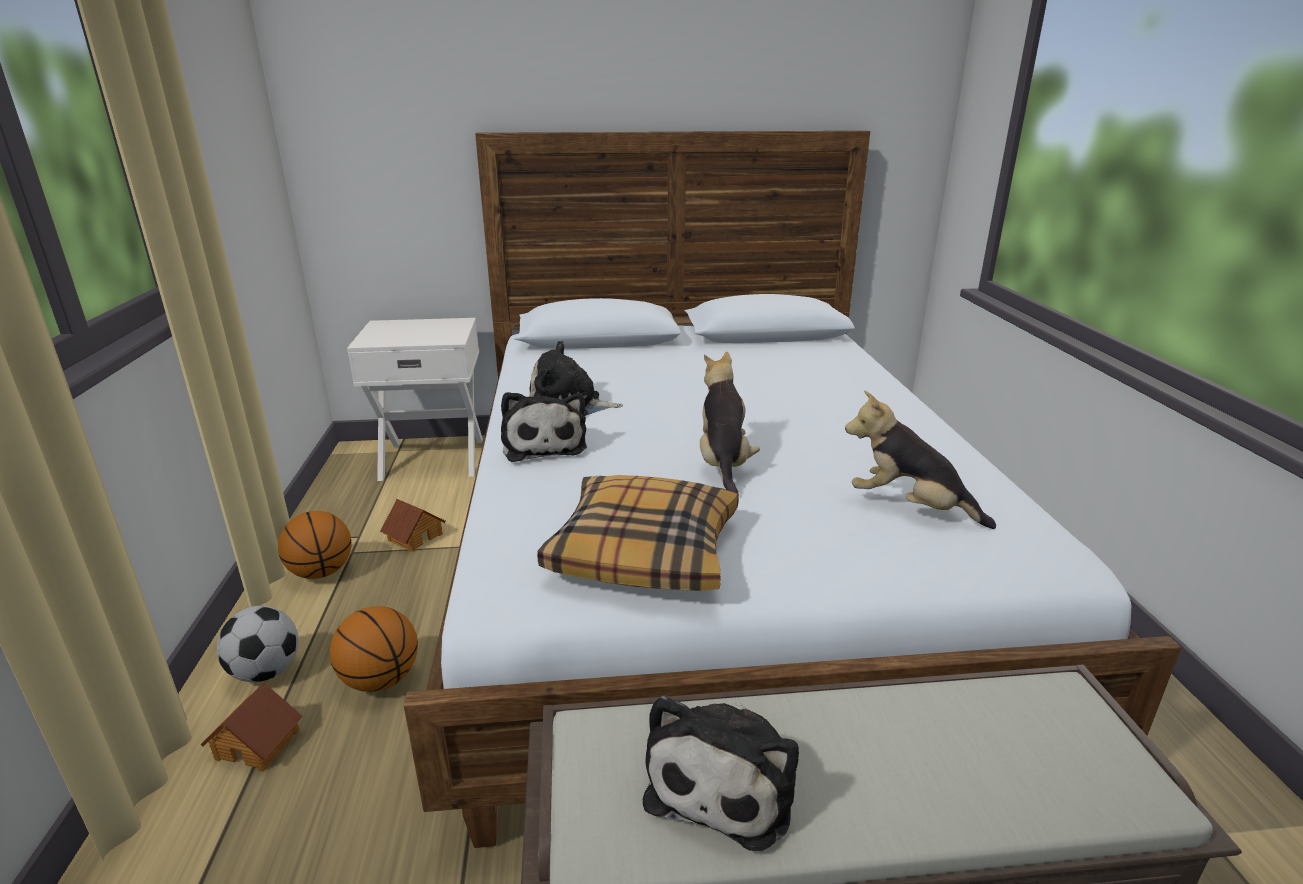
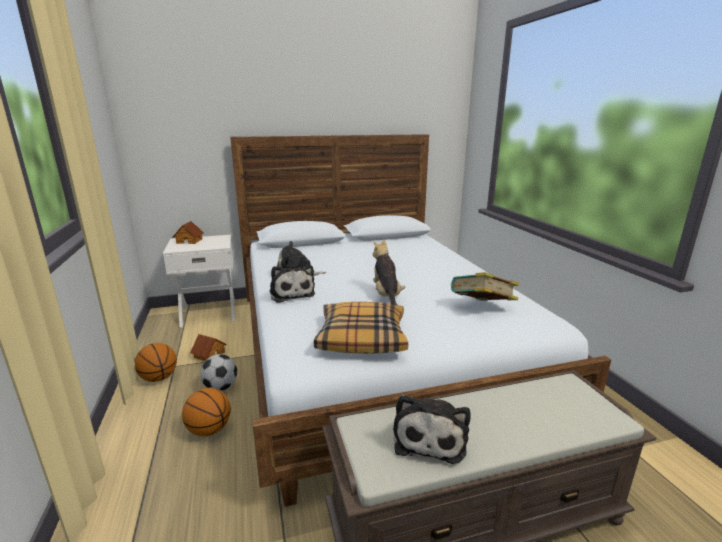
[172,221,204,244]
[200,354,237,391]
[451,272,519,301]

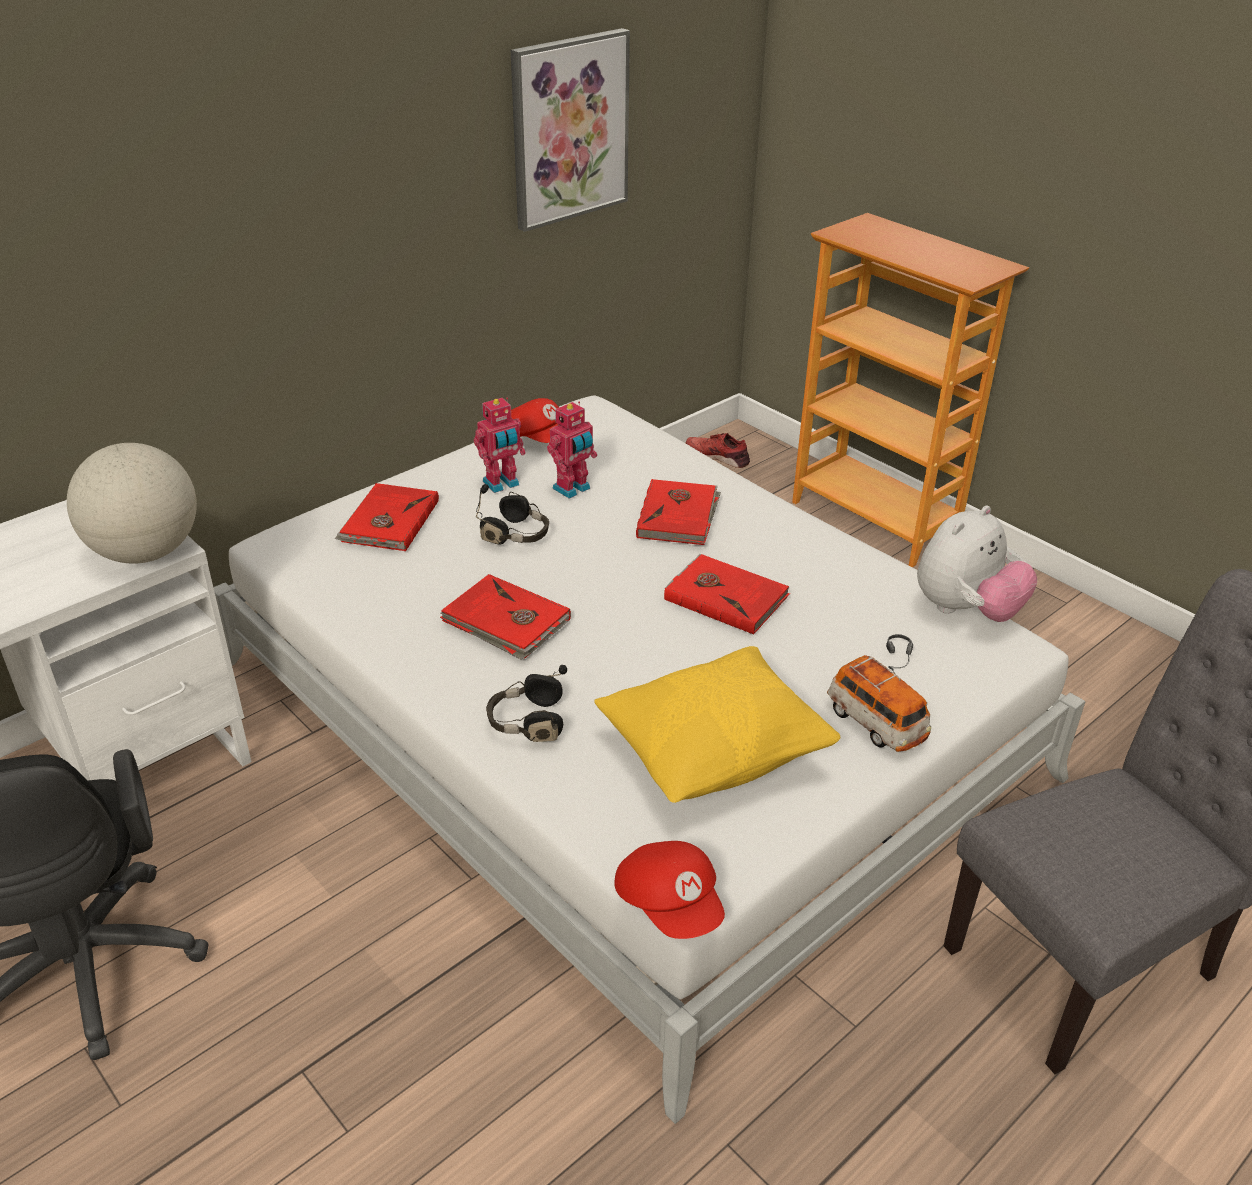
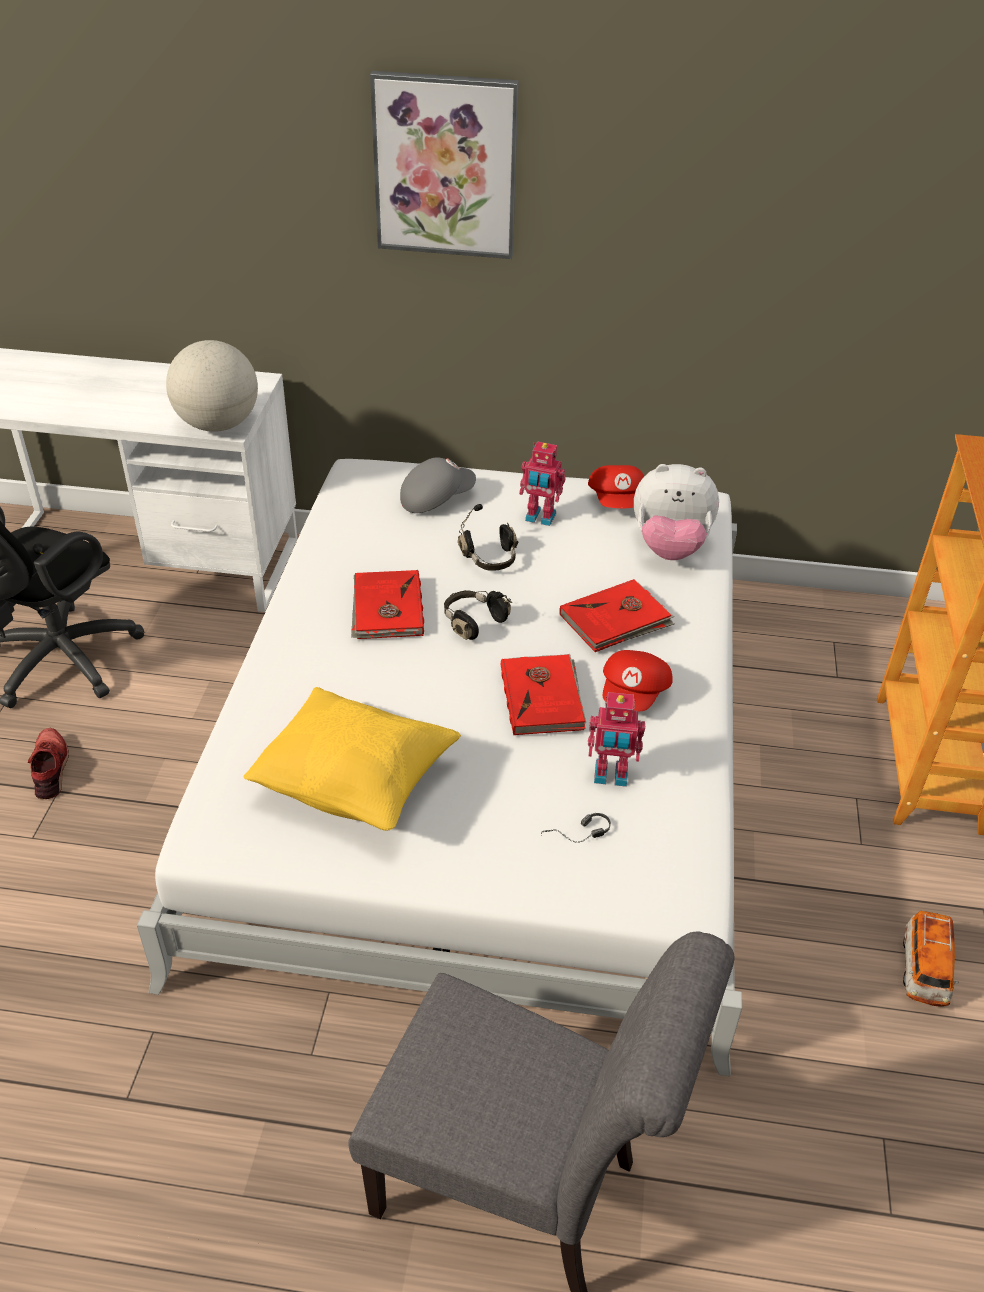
[400,457,476,513]
[444,590,512,640]
[370,71,519,259]
[588,692,645,787]
[603,650,673,711]
[28,728,69,799]
[903,911,958,1007]
[634,464,719,560]

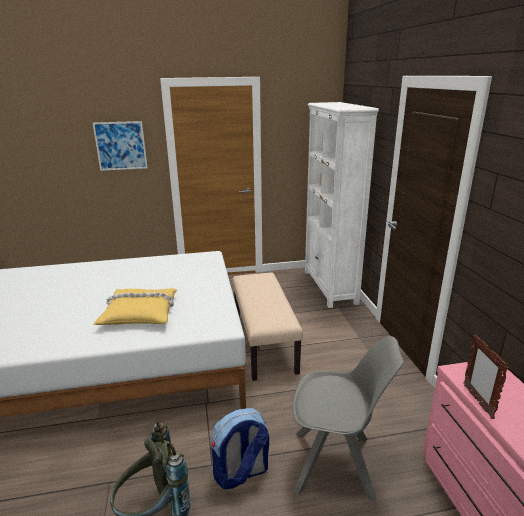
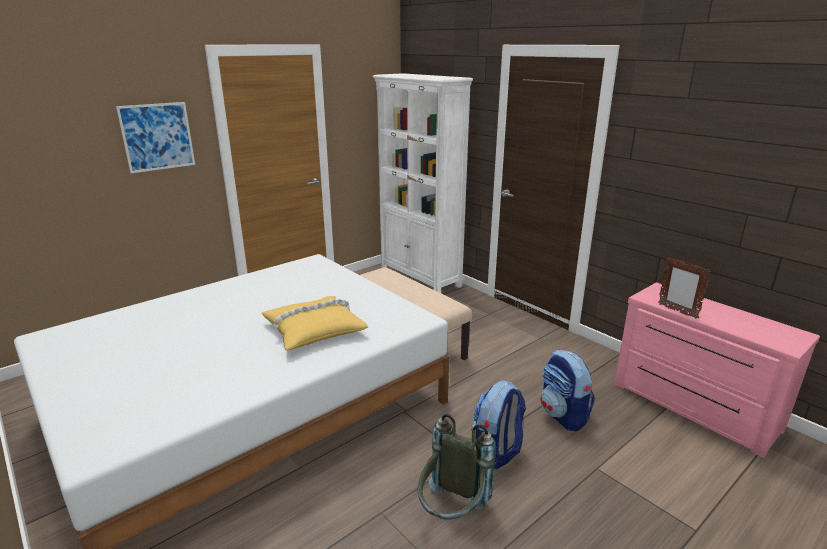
[540,350,595,431]

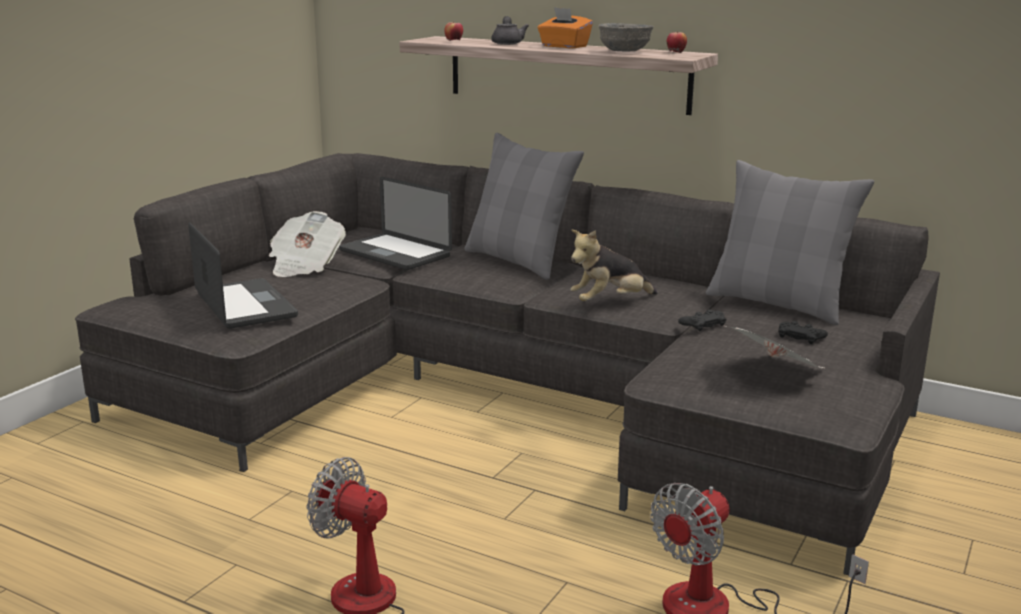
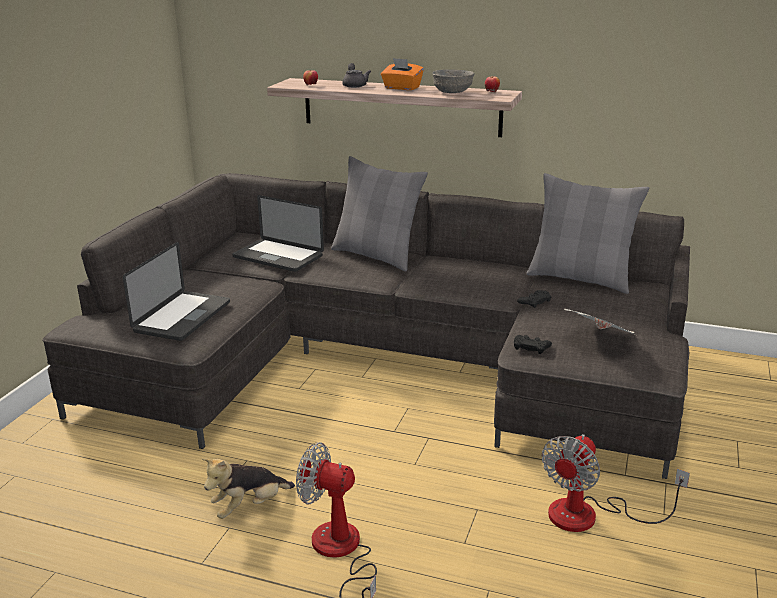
[123,242,230,341]
[269,211,346,277] (first image)
[202,458,295,519]
[514,335,552,354]

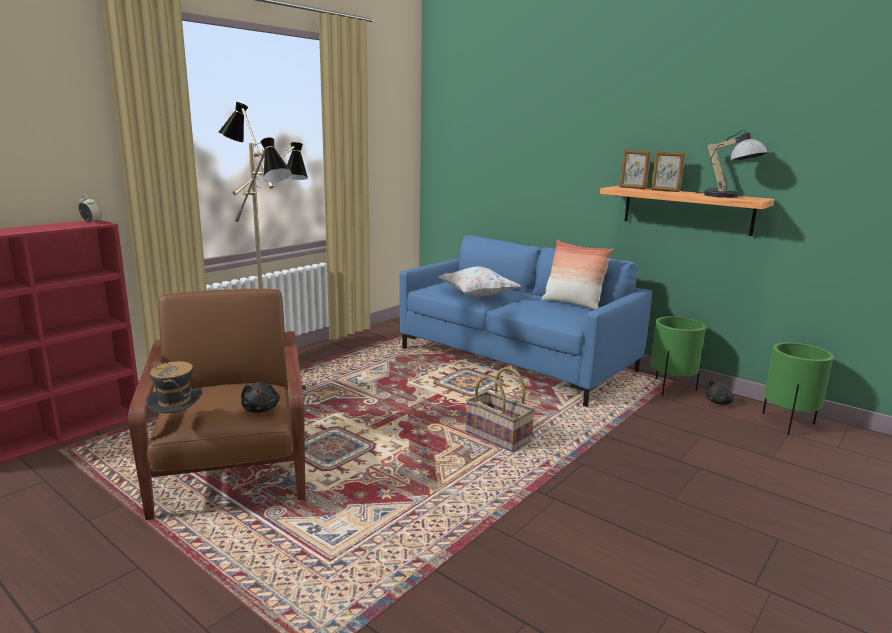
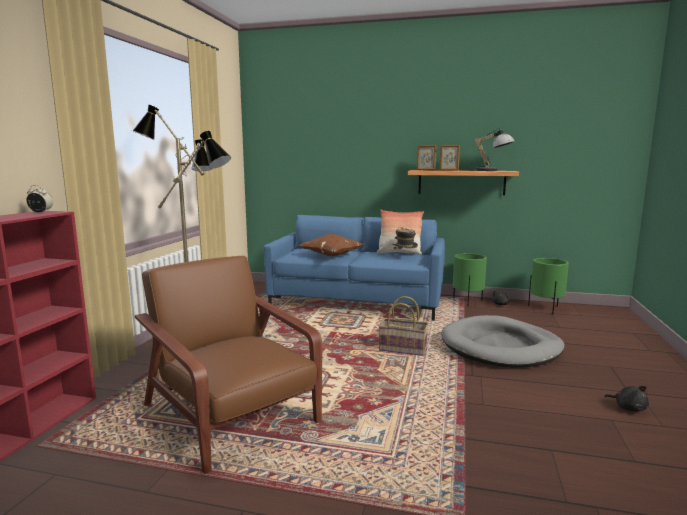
[392,227,418,250]
[604,386,649,412]
[299,234,365,257]
[441,315,565,368]

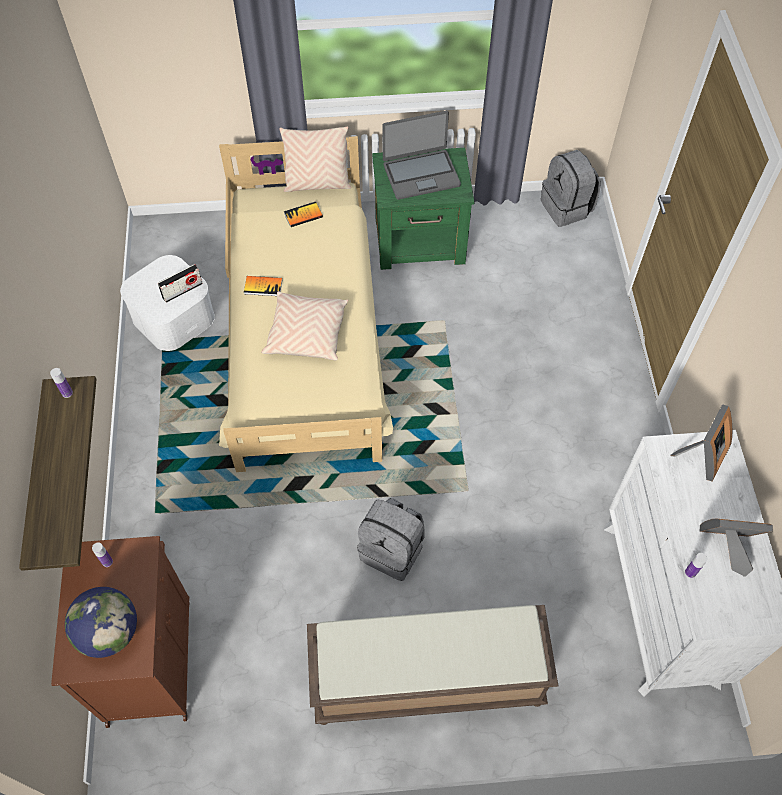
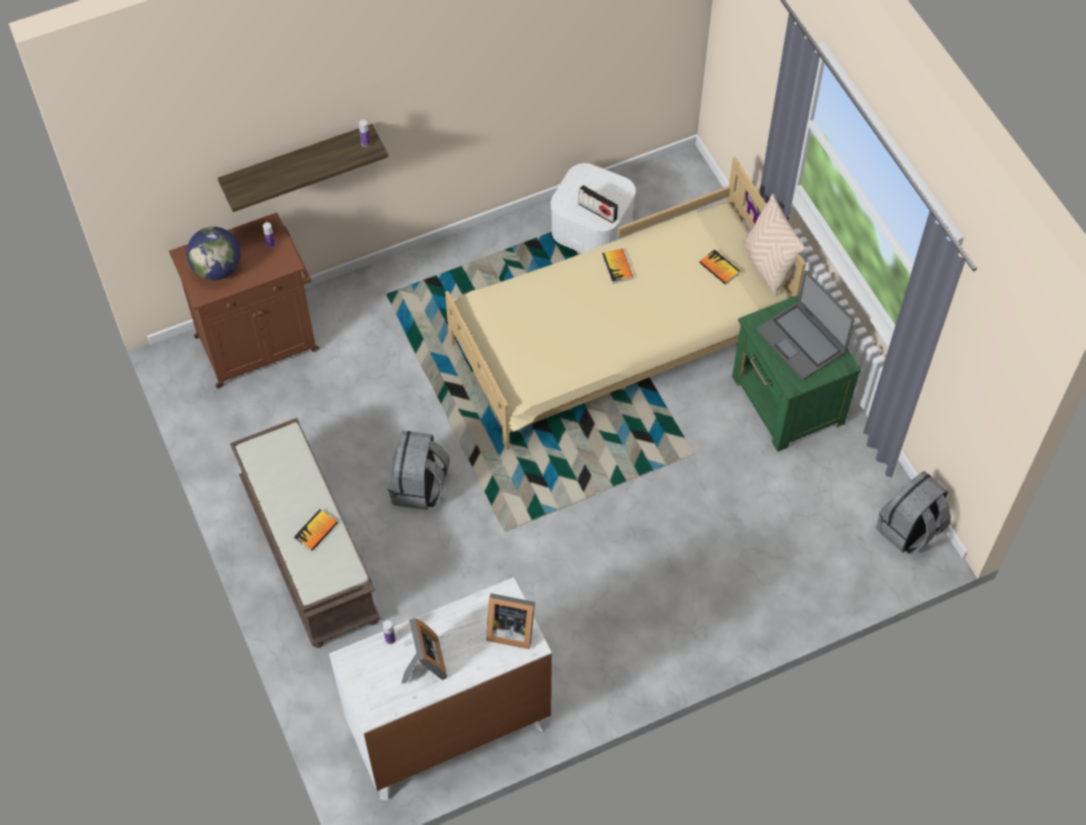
[261,291,348,360] (first image)
[294,509,338,551]

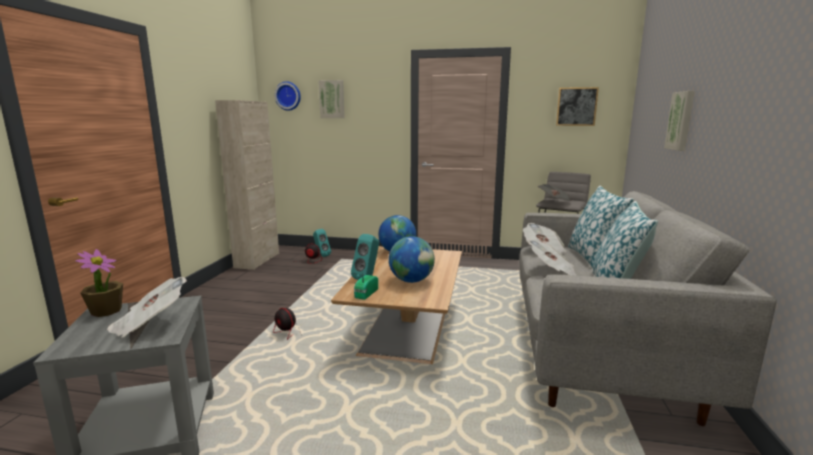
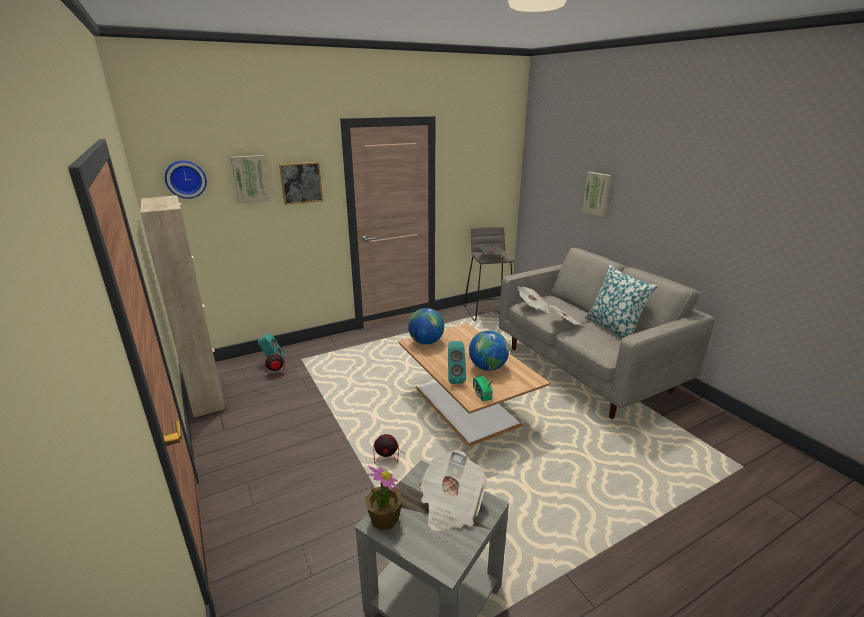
[279,162,323,205]
[568,185,634,268] (first image)

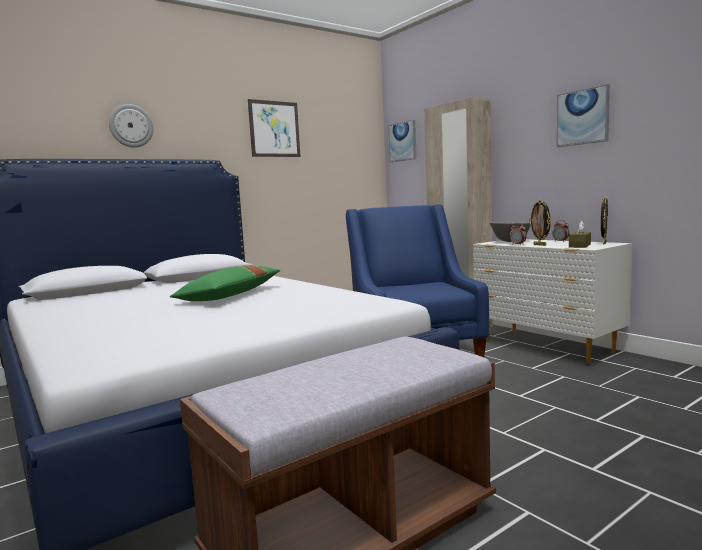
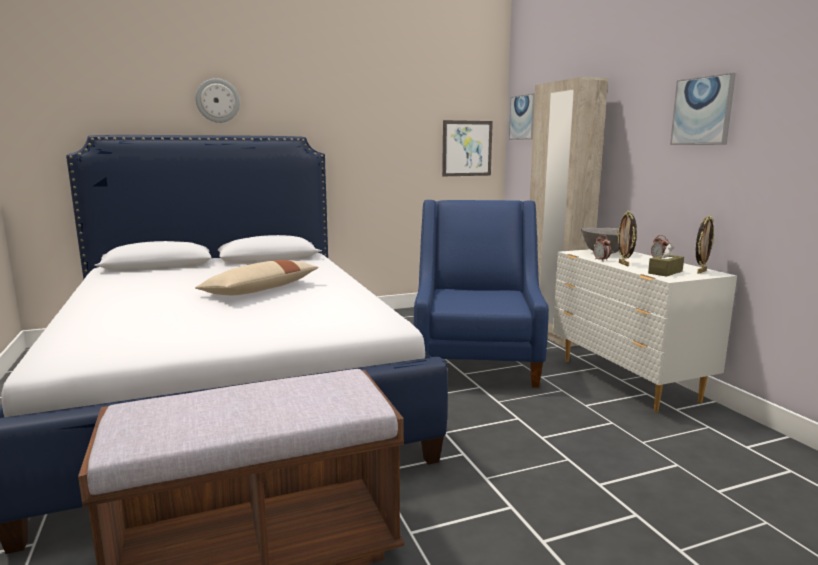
[195,260,319,295]
[442,120,493,176]

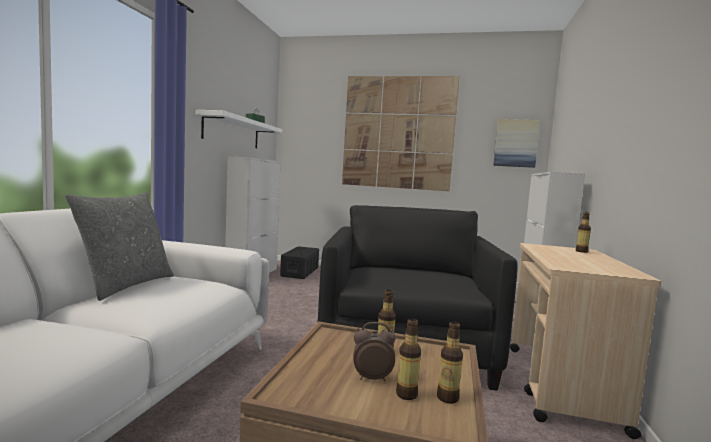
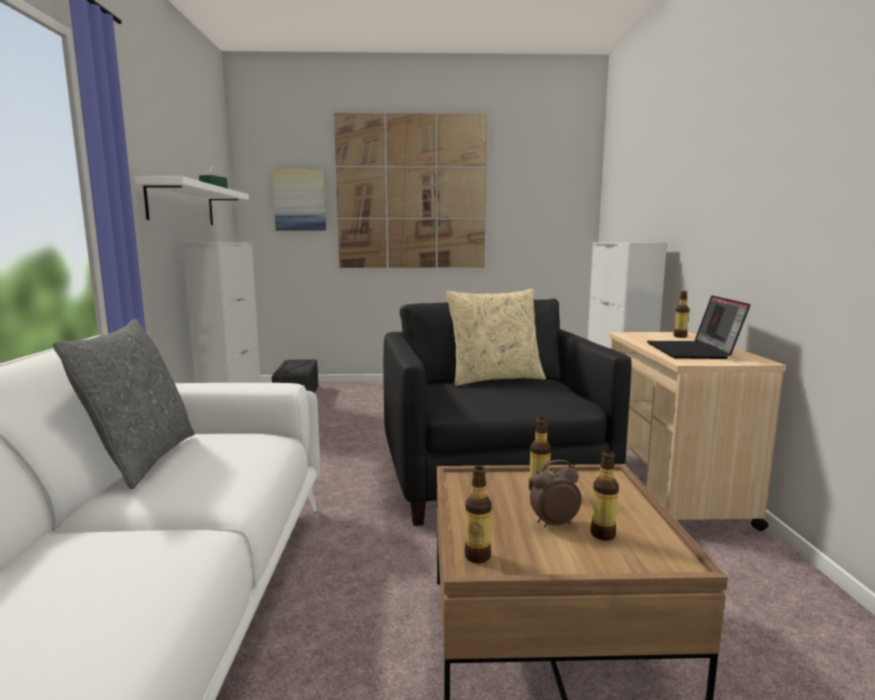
[464,466,492,563]
[272,169,326,231]
[446,288,546,386]
[647,295,750,359]

